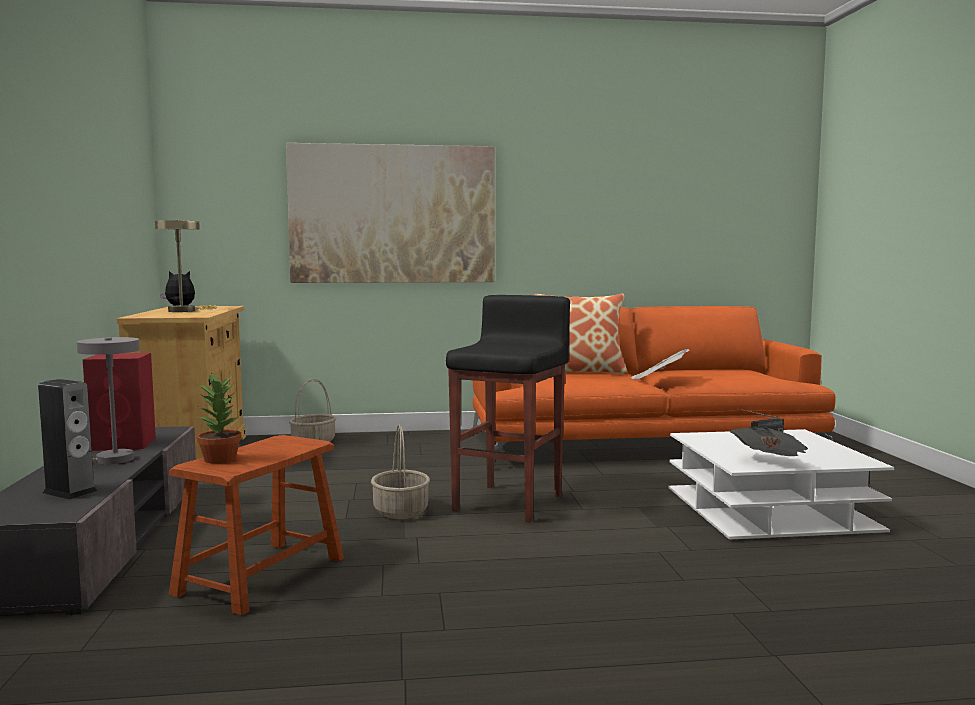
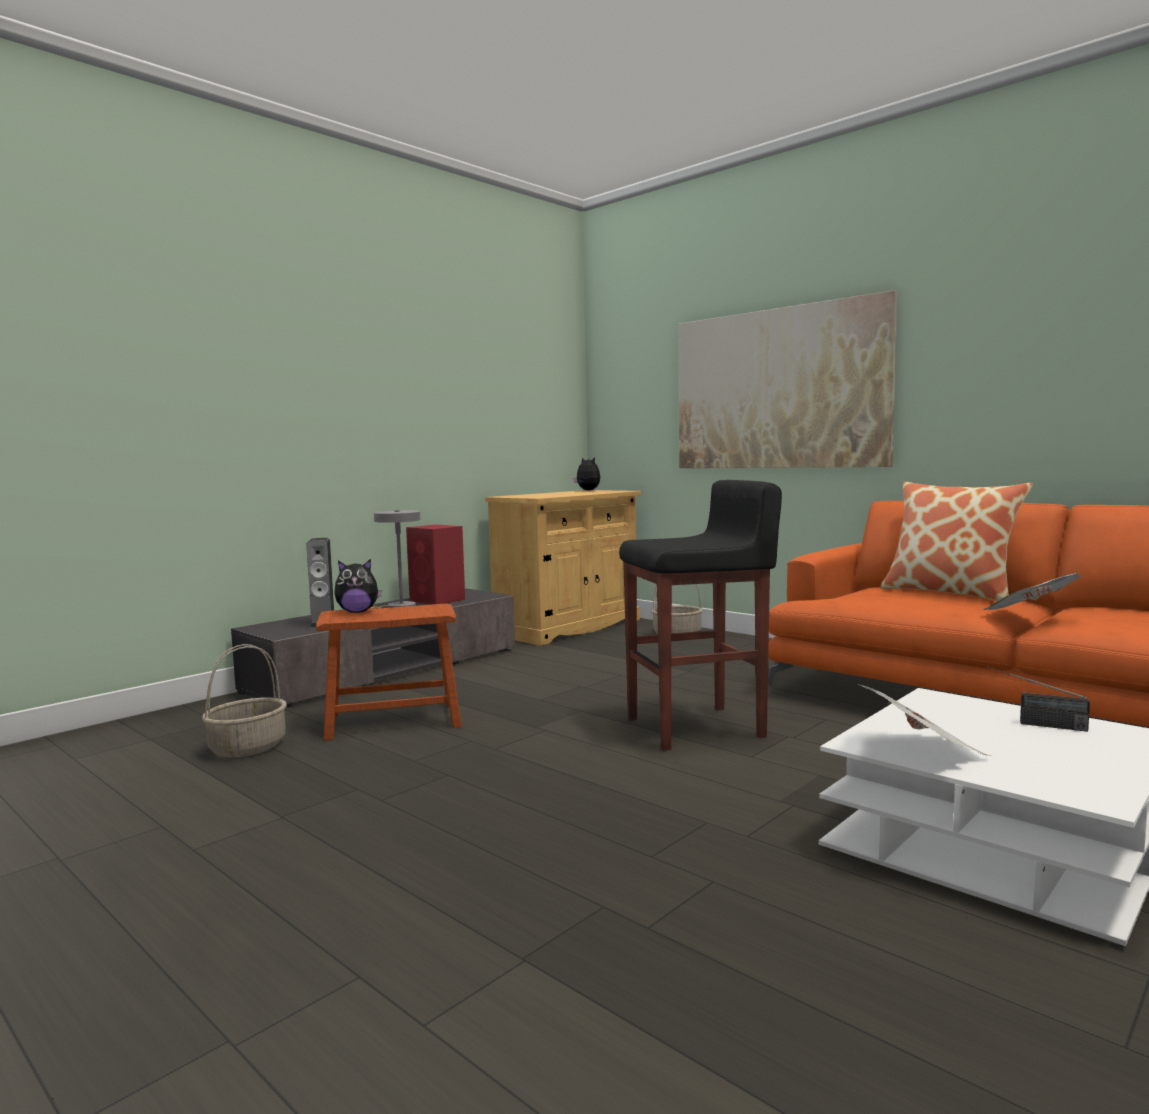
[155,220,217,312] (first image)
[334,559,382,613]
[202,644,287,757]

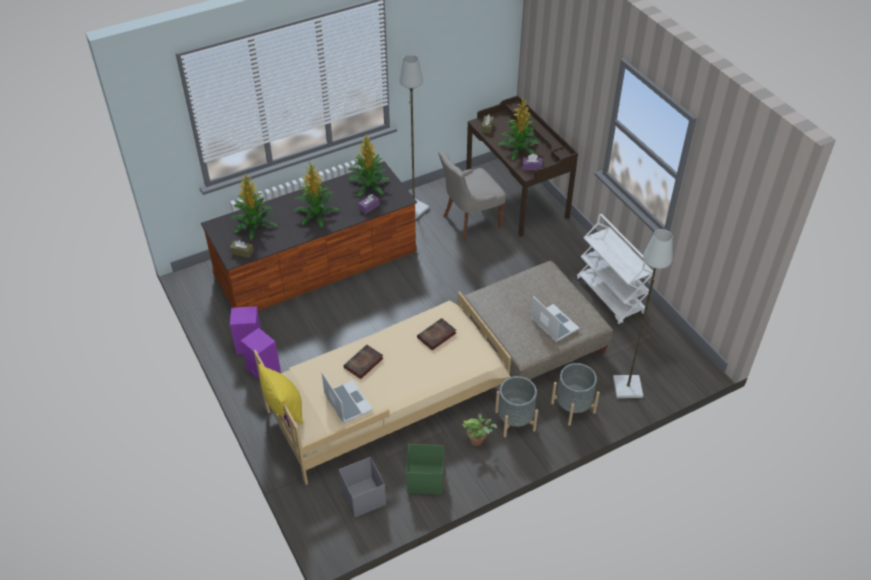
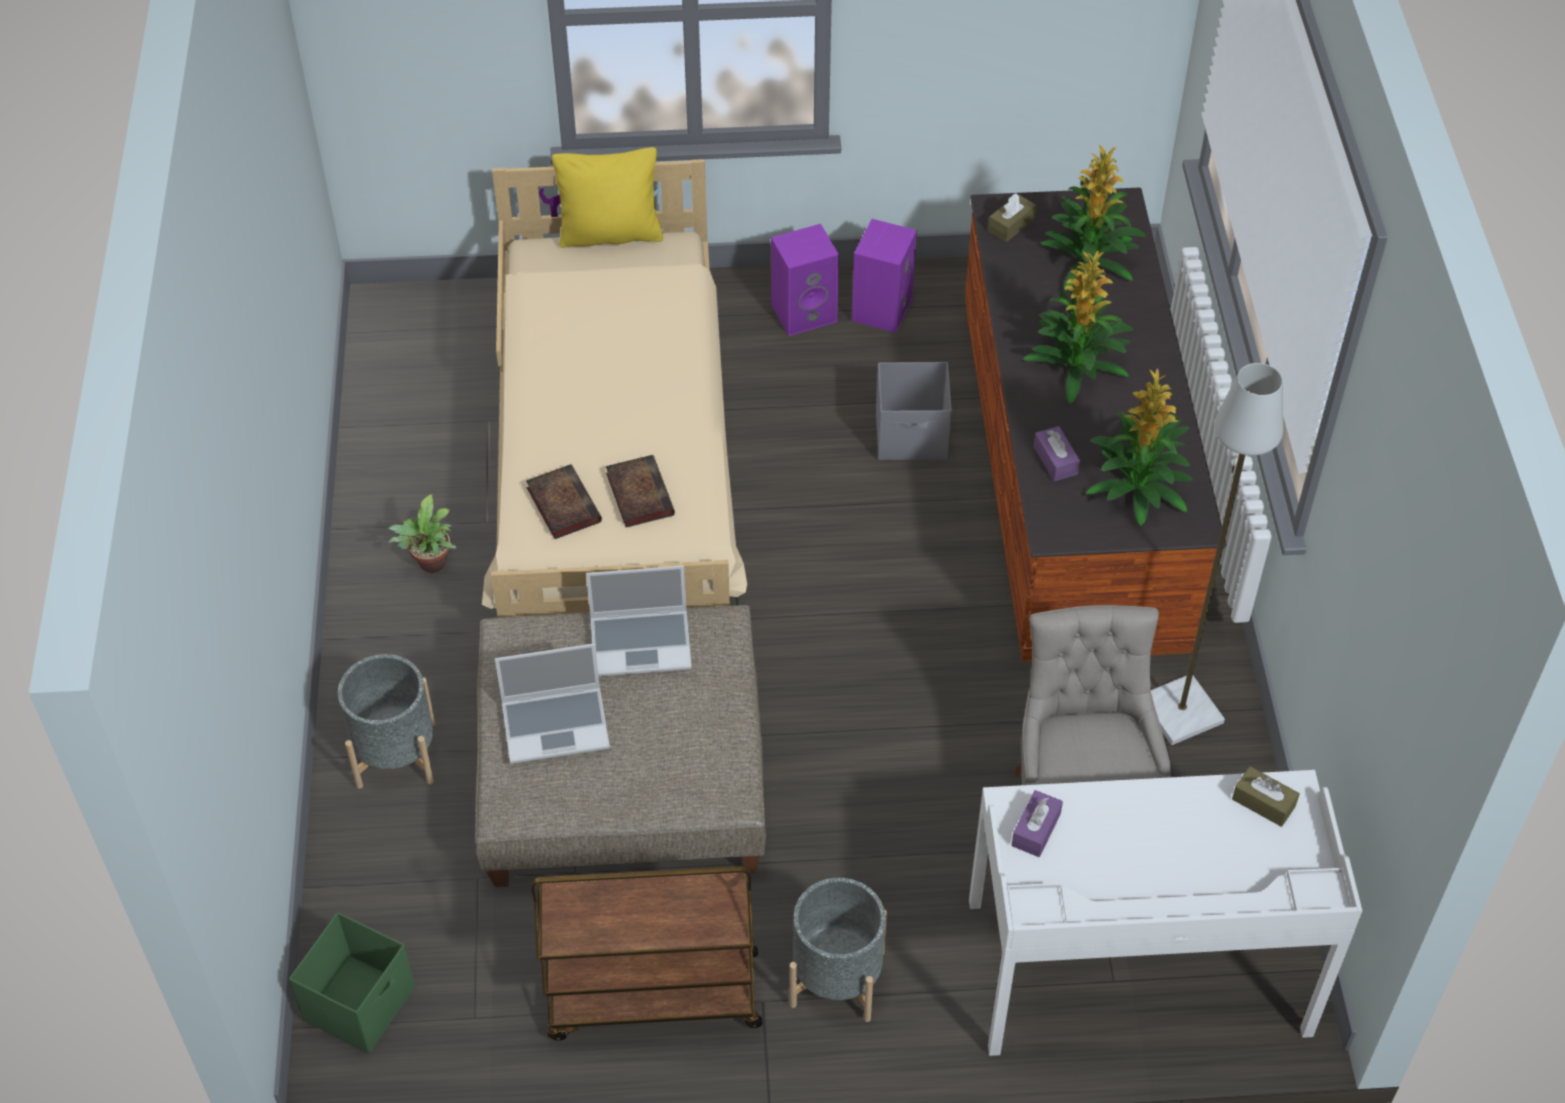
[586,565,692,677]
[876,362,952,460]
[526,464,602,539]
[289,912,415,1053]
[969,770,1362,1056]
[789,878,887,1022]
[499,98,540,159] (first image)
[531,866,763,1041]
[613,229,673,398] (first image)

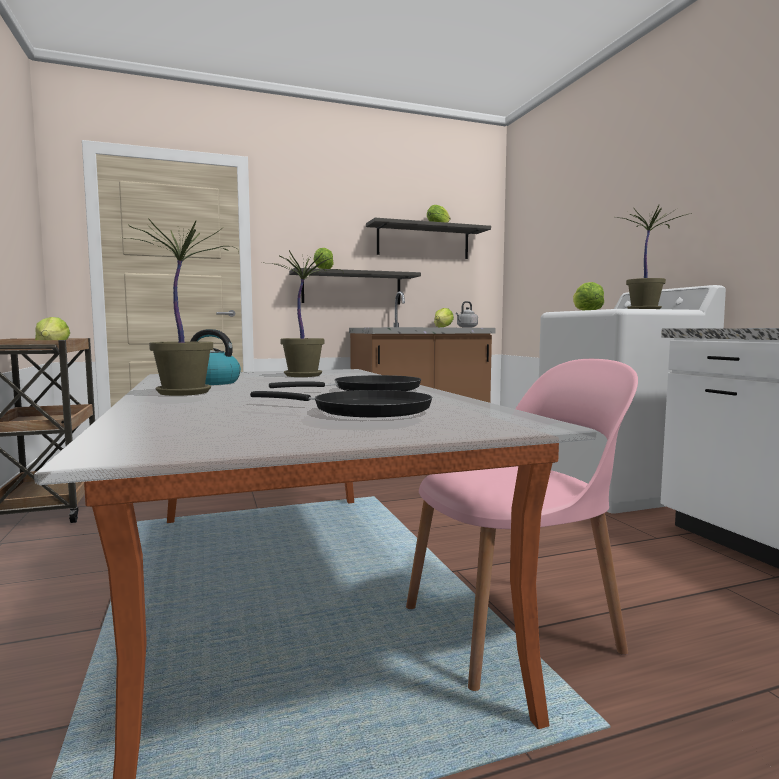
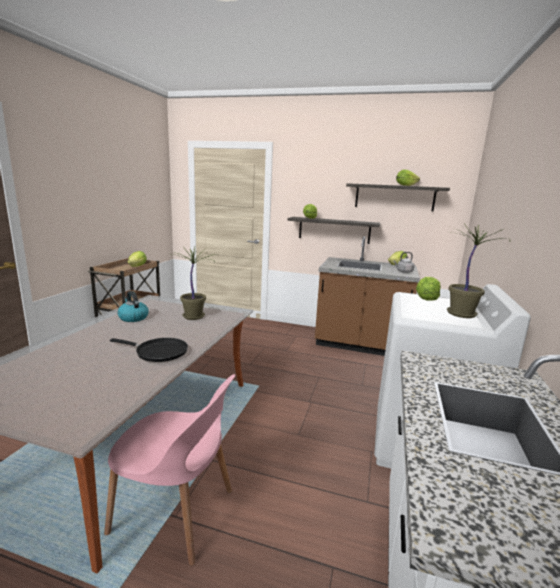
[121,218,239,396] (first image)
[250,390,432,417] (first image)

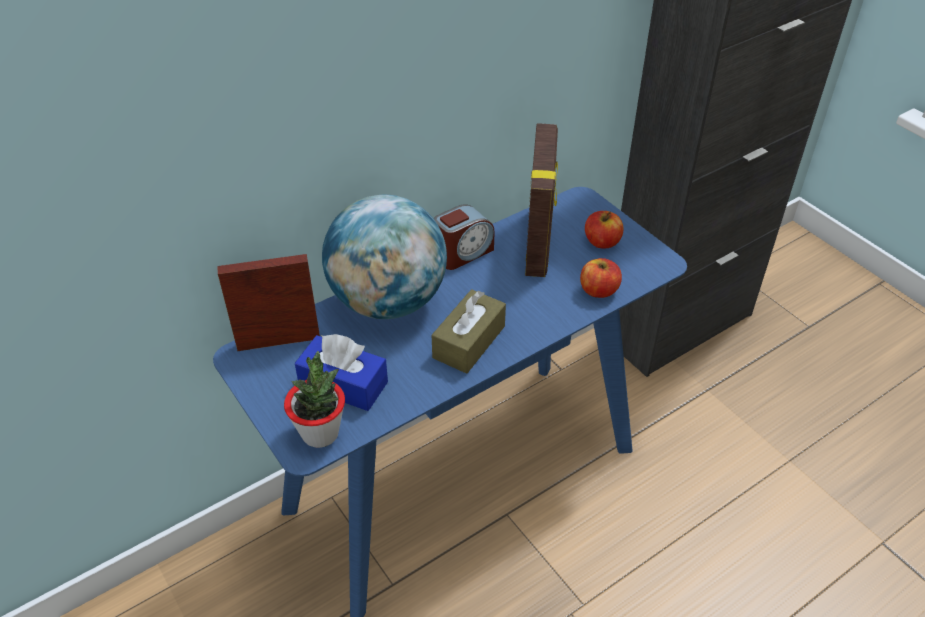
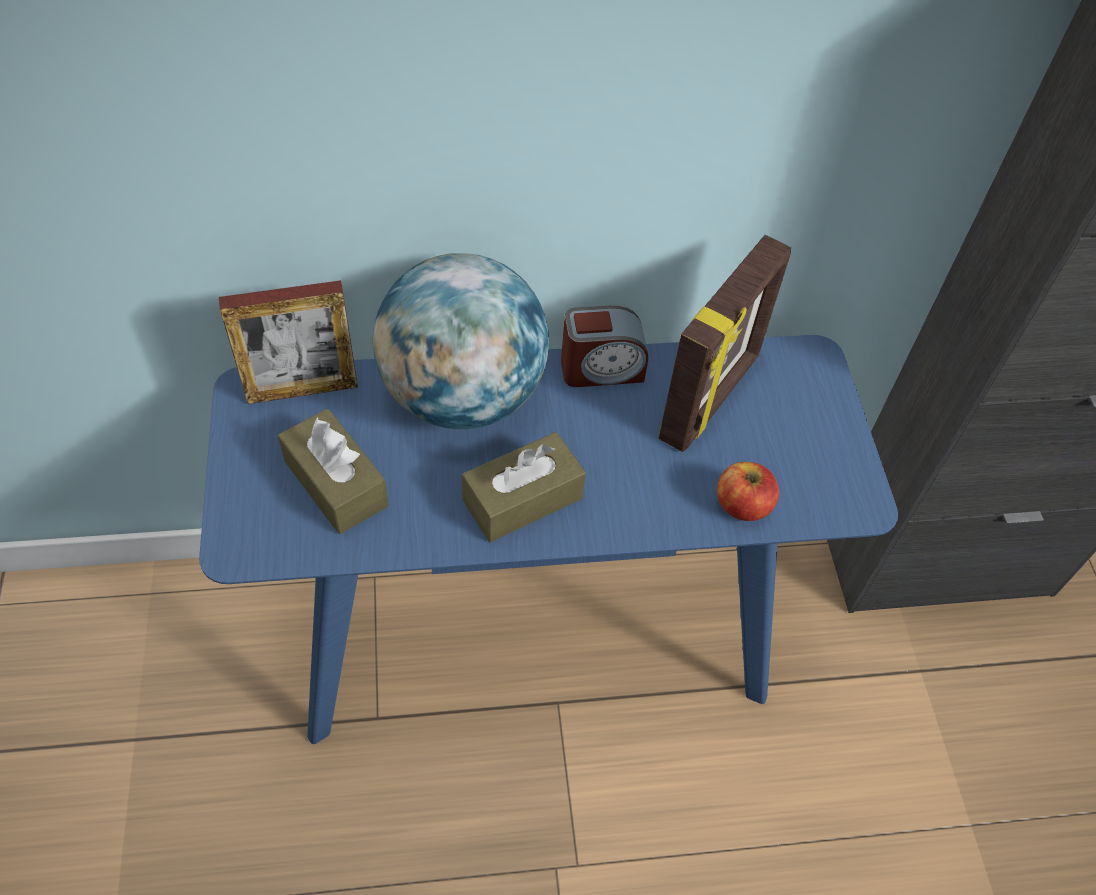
[219,280,358,404]
[284,351,345,448] (first image)
[278,409,389,534]
[585,211,624,248] (first image)

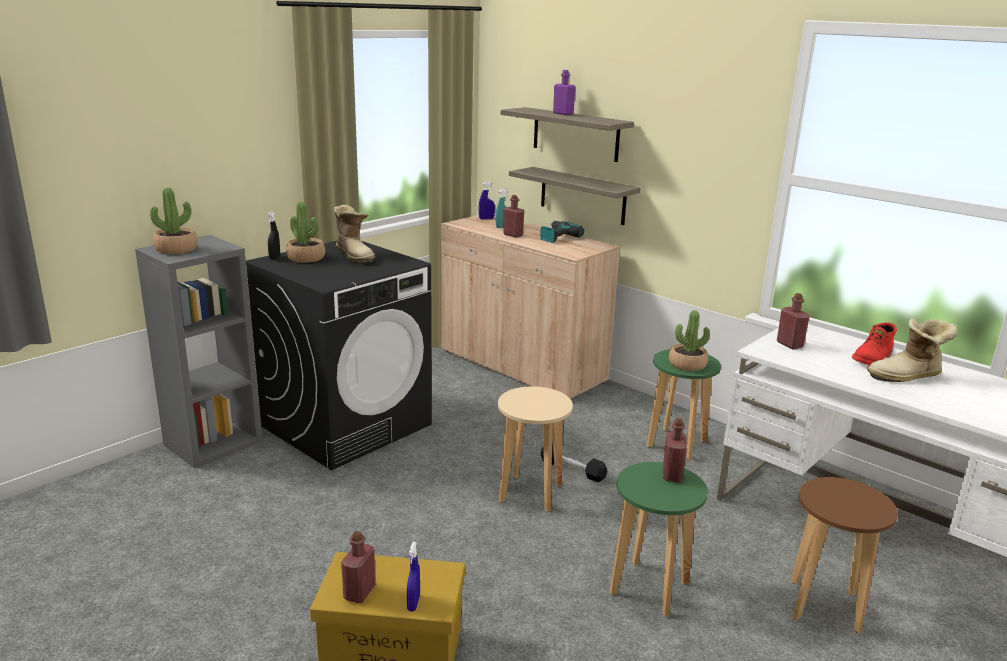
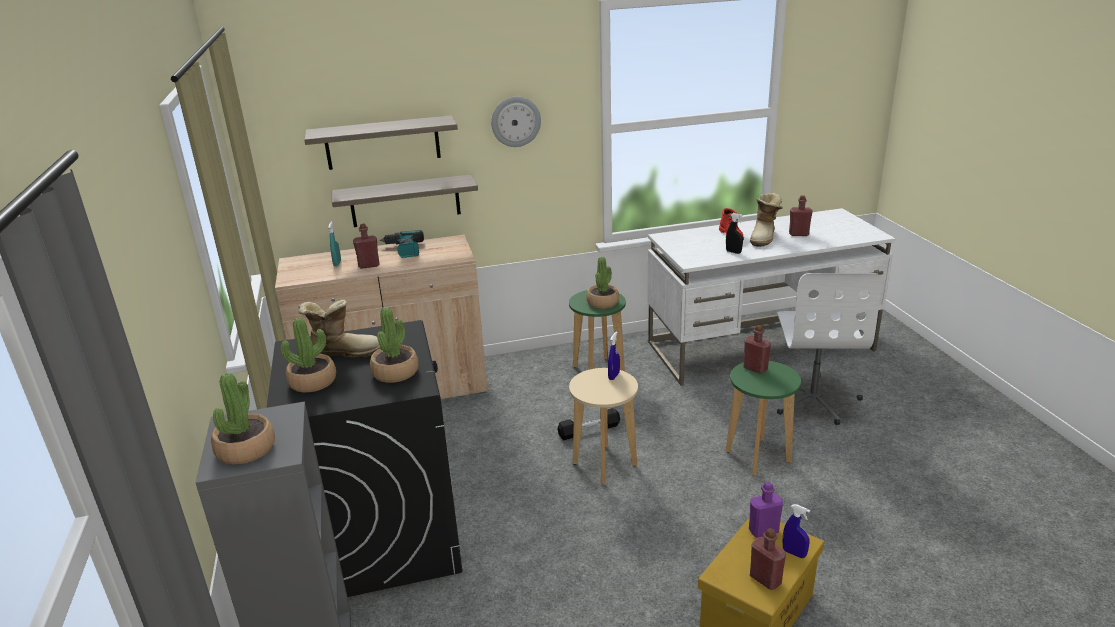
[726,213,743,254]
[608,331,620,380]
[749,482,783,538]
[789,195,813,236]
[777,273,882,425]
[370,307,419,383]
[491,97,541,147]

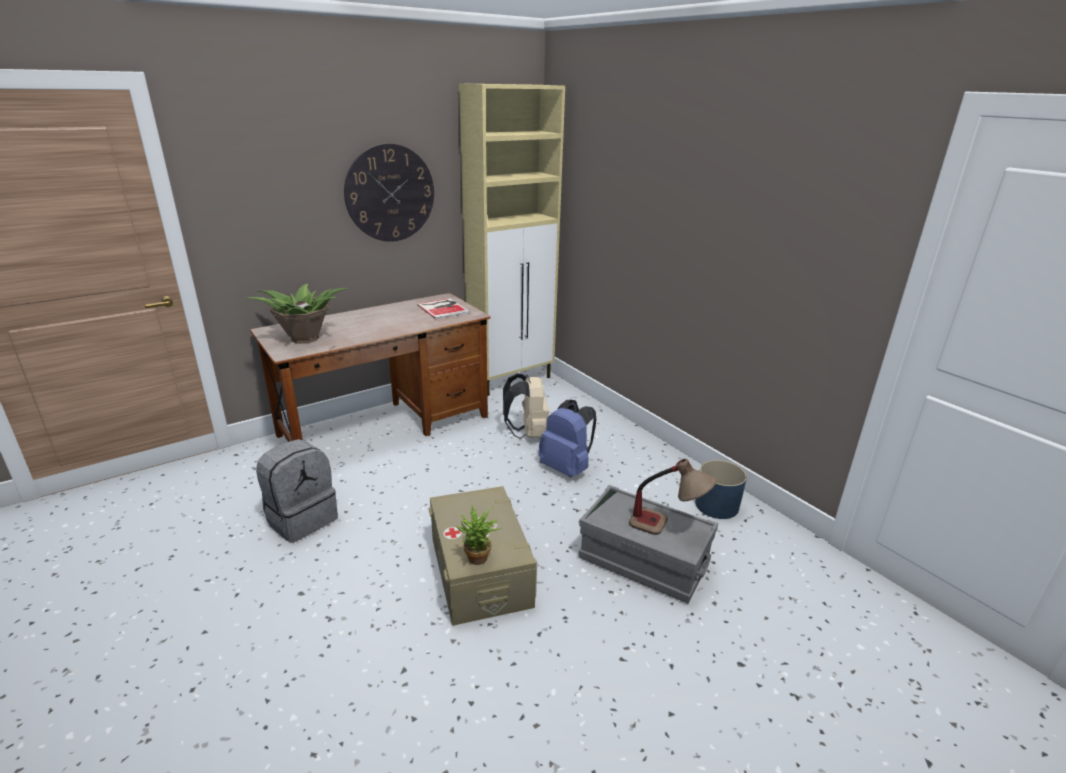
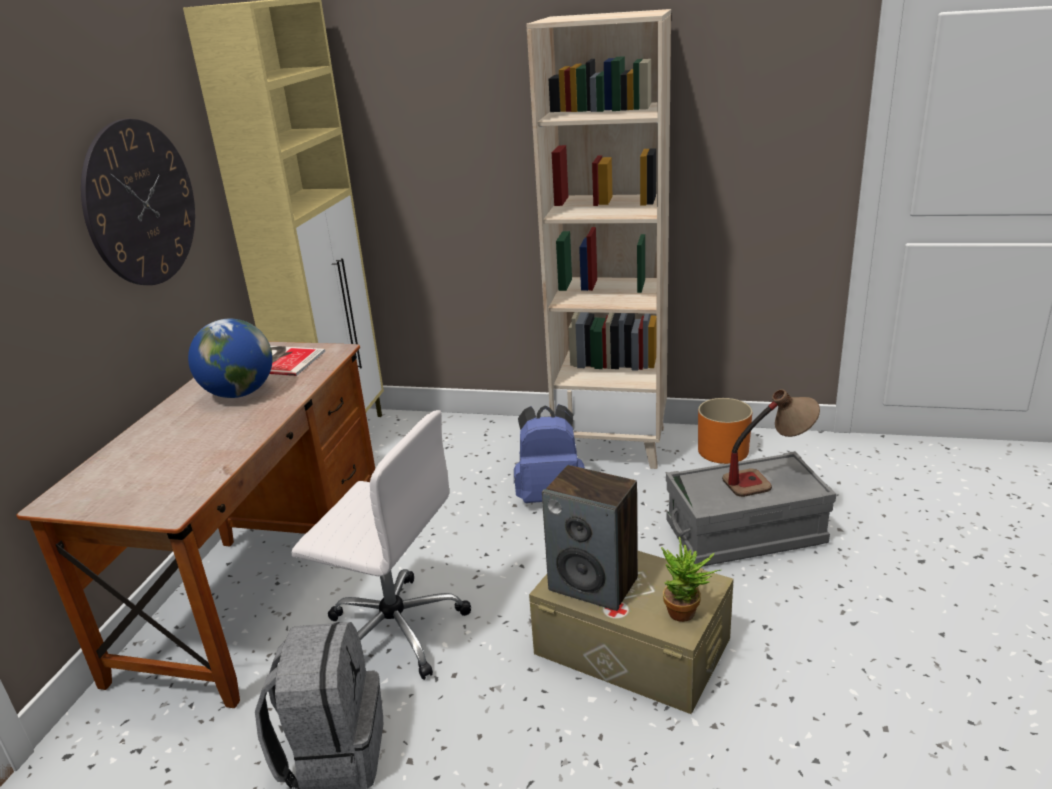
[246,284,348,344] (first image)
[503,373,549,439] (first image)
[698,398,752,464]
[188,319,273,398]
[292,410,471,680]
[526,9,671,469]
[542,465,638,611]

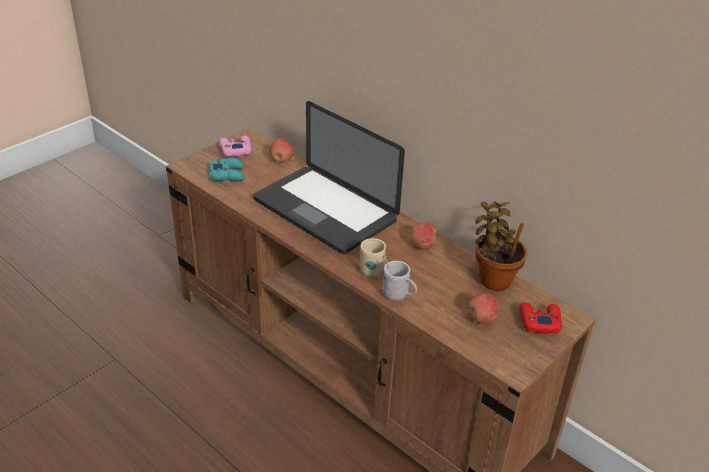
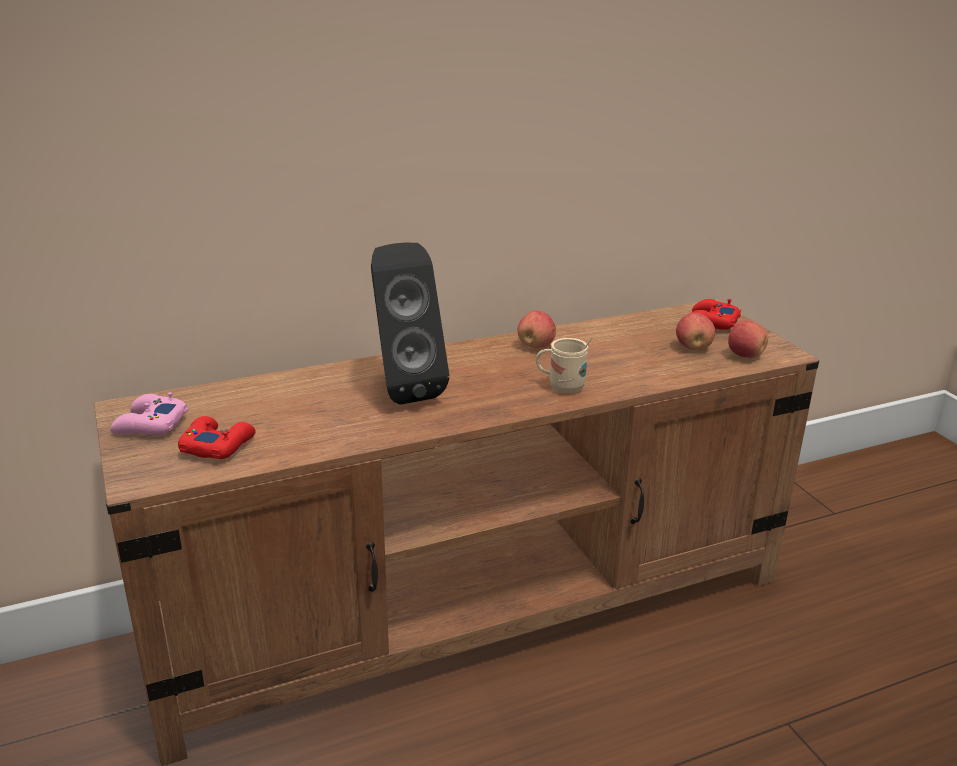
[178,416,256,459]
[371,243,449,405]
[728,320,768,358]
[383,256,417,301] (first image)
[475,201,527,291] (first image)

